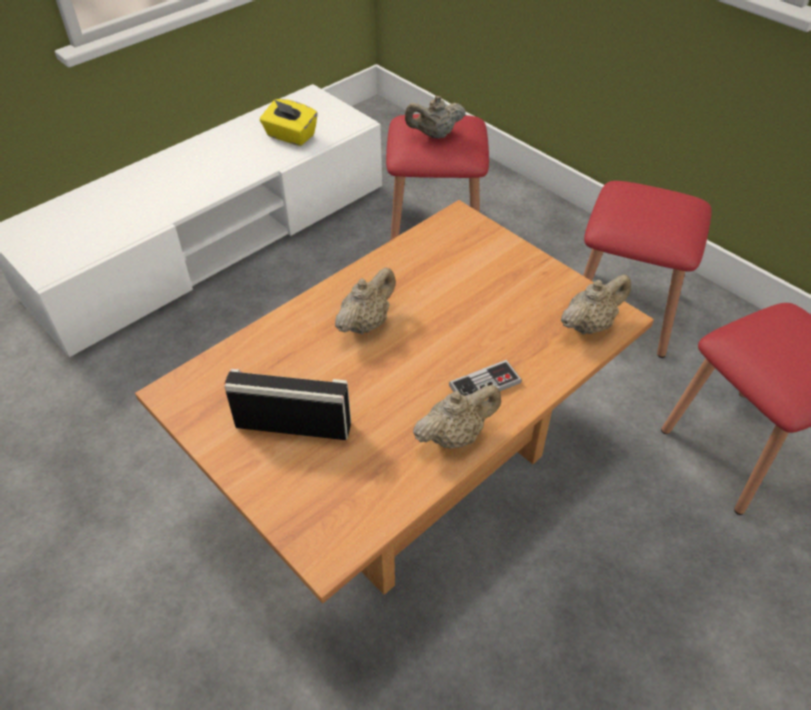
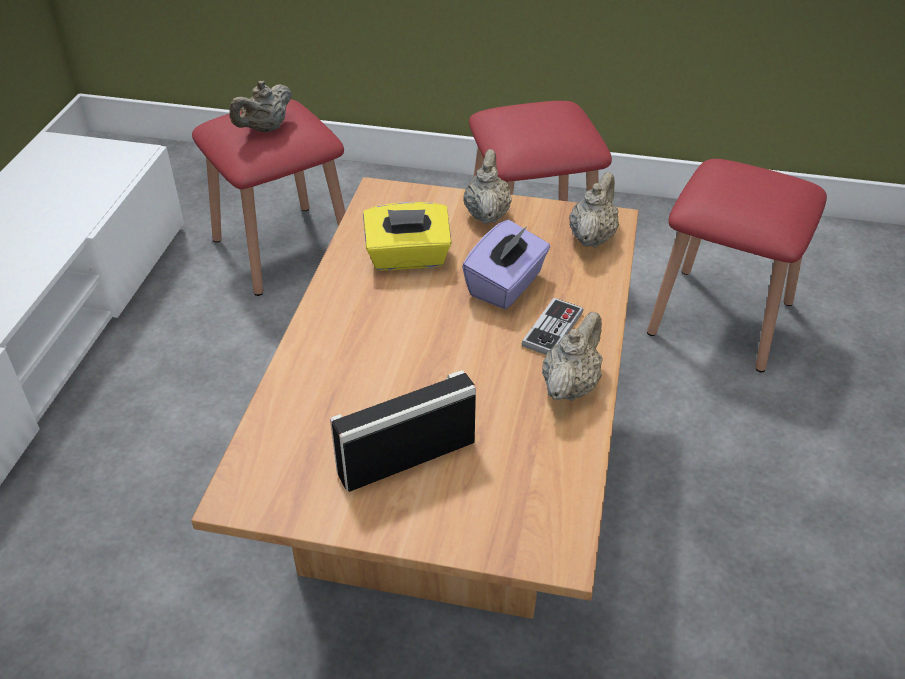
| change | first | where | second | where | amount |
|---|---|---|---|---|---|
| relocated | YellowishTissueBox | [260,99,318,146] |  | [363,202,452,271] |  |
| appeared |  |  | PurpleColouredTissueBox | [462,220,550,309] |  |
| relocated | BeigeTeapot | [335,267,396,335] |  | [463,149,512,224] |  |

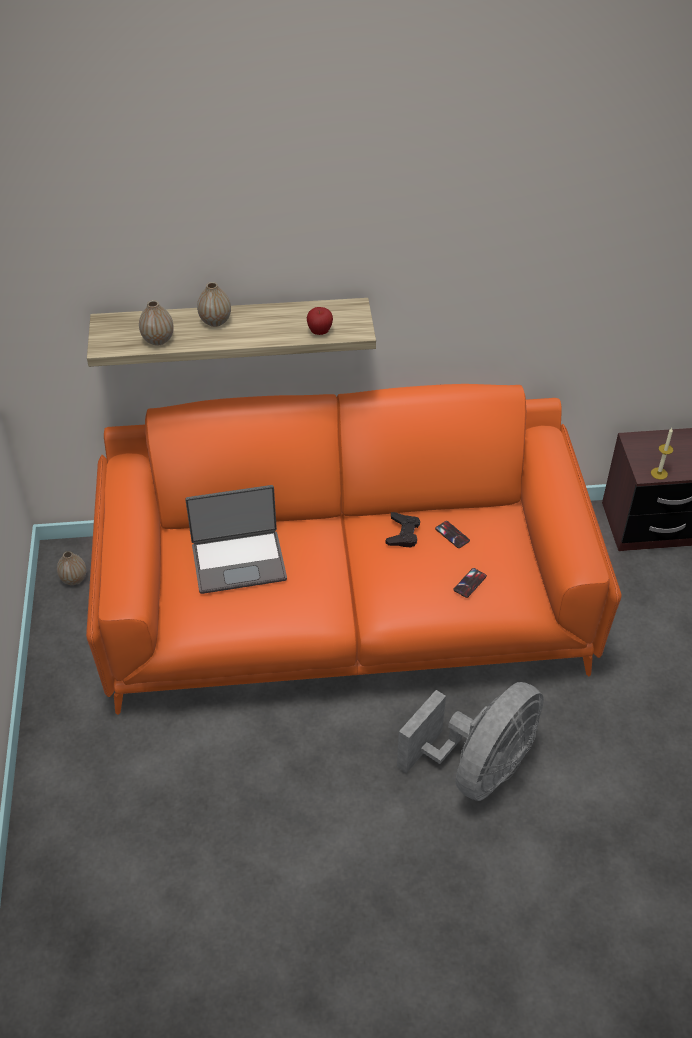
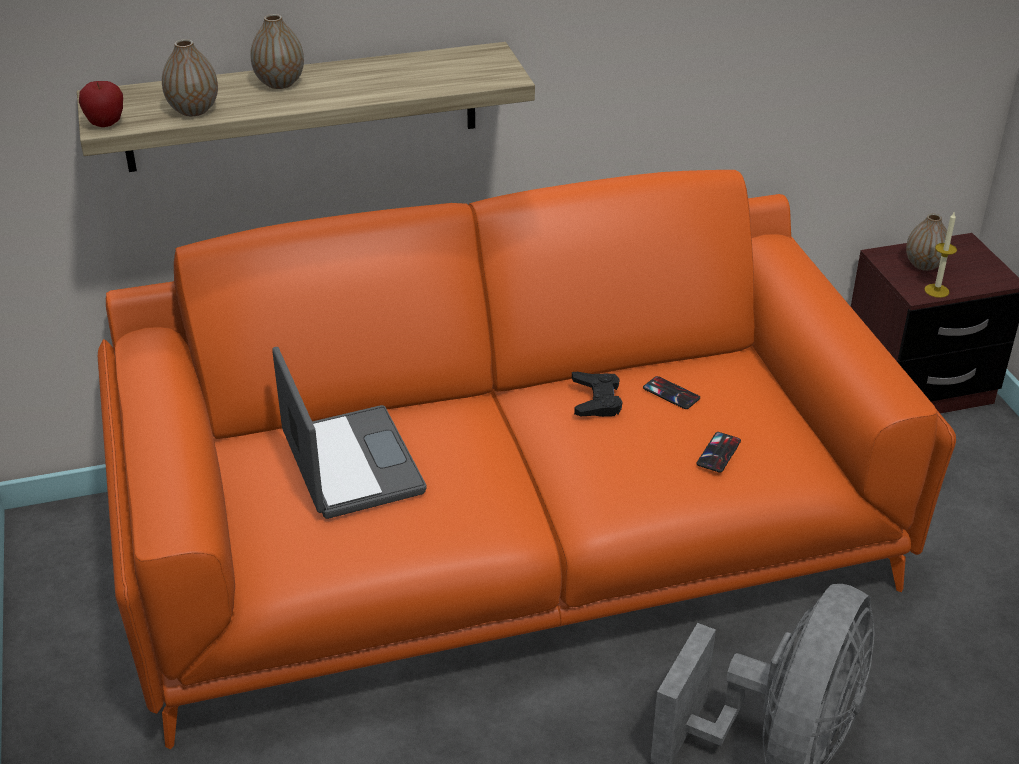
| change | first | where | second | where | amount |
|---|---|---|---|---|---|
| relocated | Apple | [307,307,333,335] |  | [79,81,123,127] |  |
| spun | Laptop | [185,485,287,594] |  | [272,347,427,519] | 90 degrees counterclockwise |
| relocated | FlowerVase | [57,551,86,585] |  | [906,214,951,271] |  |

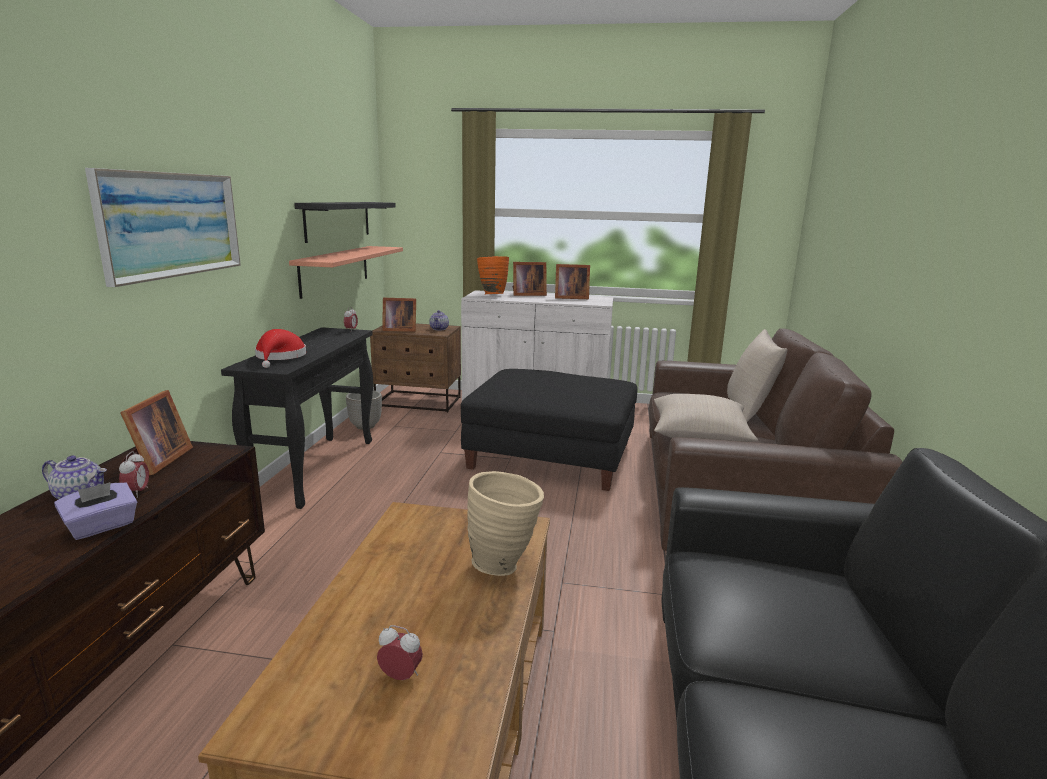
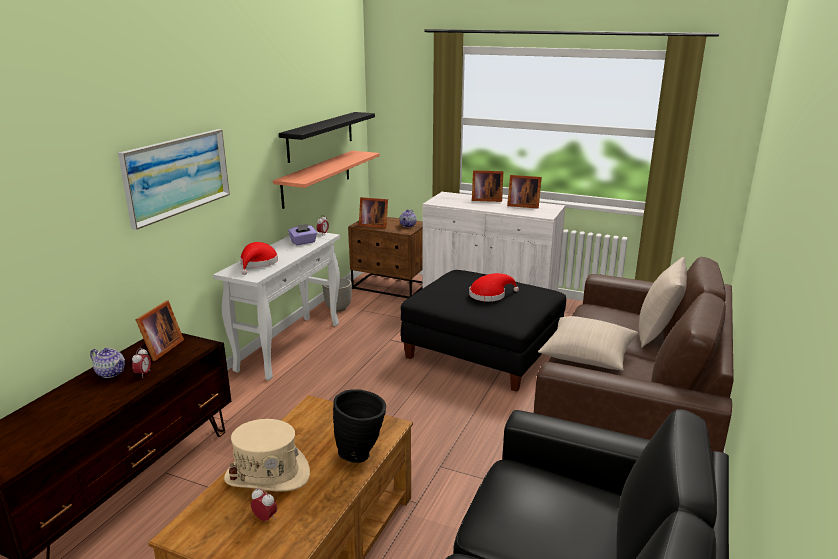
| change | first | where | second | where | amount |
|---|---|---|---|---|---|
| colour | BlackishConsoleTable | [221,327,373,509] | WhiteConsoleTable | [213,231,340,380] |  |
| appeared |  |  | BeigeHat | [224,419,310,492] |  |
| relocated | PurpleColouredTissueBox | [54,482,137,540] |  | [288,224,317,245] |  |
| colour | BeigeFlowerVase | [467,471,544,576] | BlackishFlowerVase | [333,389,386,463] |  |
| appeared |  |  | ReddishHat | [469,273,519,302] |  |
| missing | OrangeFlowerVase | [477,256,509,294] |  |  |  |

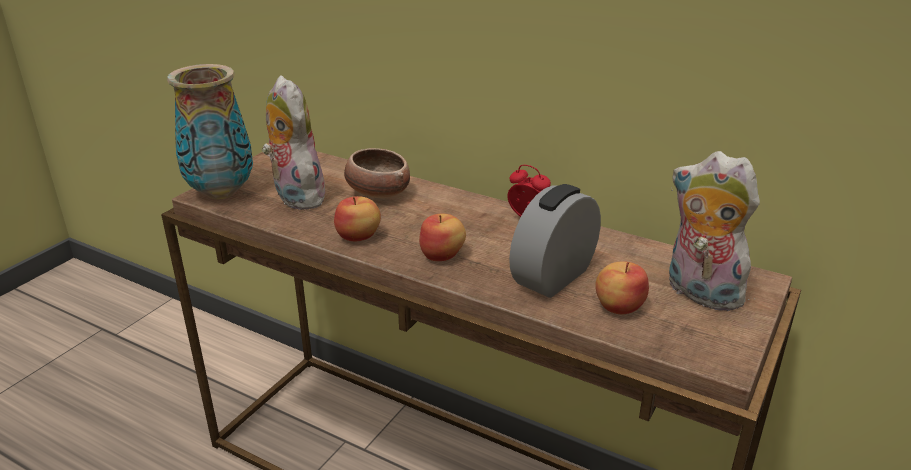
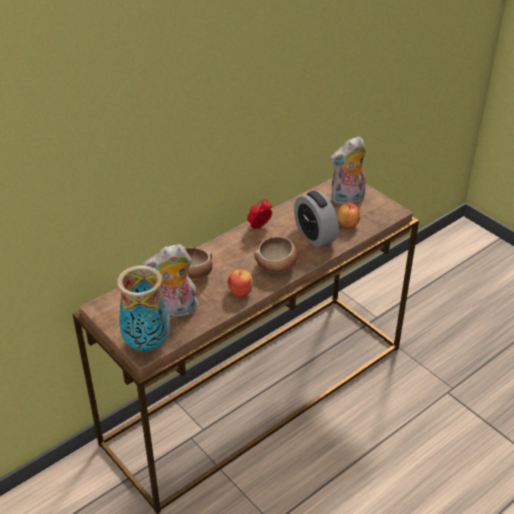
| change | first | where | second | where | amount |
|---|---|---|---|---|---|
| exchanged | Apple | [419,214,466,261] | ServingBowl | [254,236,298,273] |  |

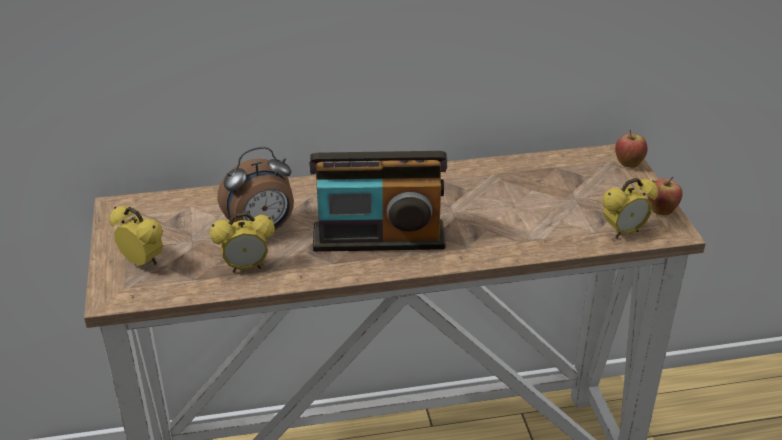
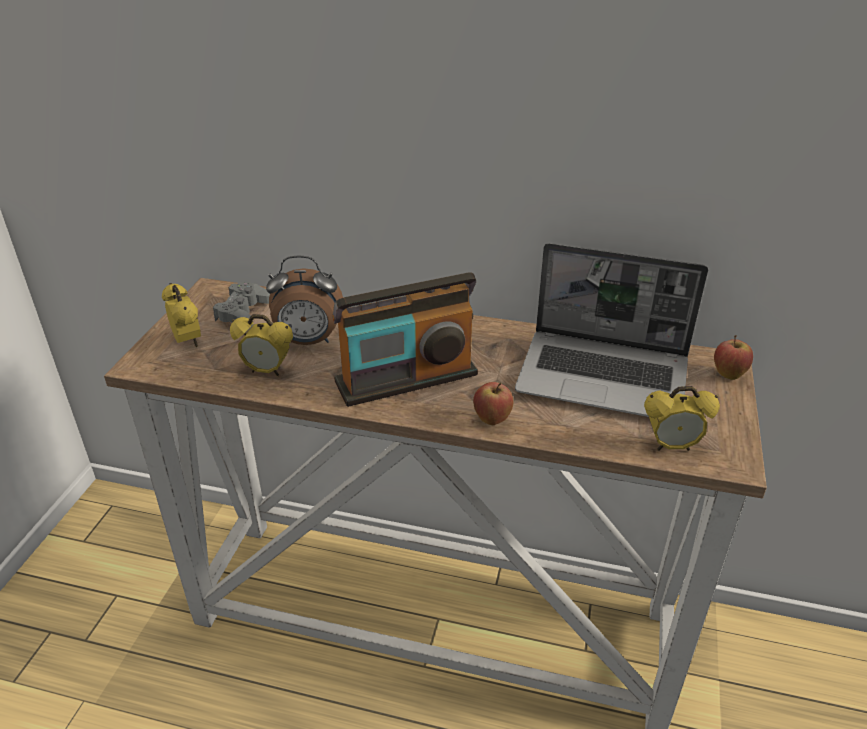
| change | first | where | second | where | amount |
|---|---|---|---|---|---|
| appeared |  |  | GrayGameController | [213,282,270,329] |  |
| spun | RadioSet | [309,151,447,252] |  | [332,272,478,407] | 45 degrees counterclockwise |
| relocated | Apple | [648,177,683,215] |  | [473,382,513,425] |  |
| appeared |  |  | Laptop | [515,243,708,417] |  |

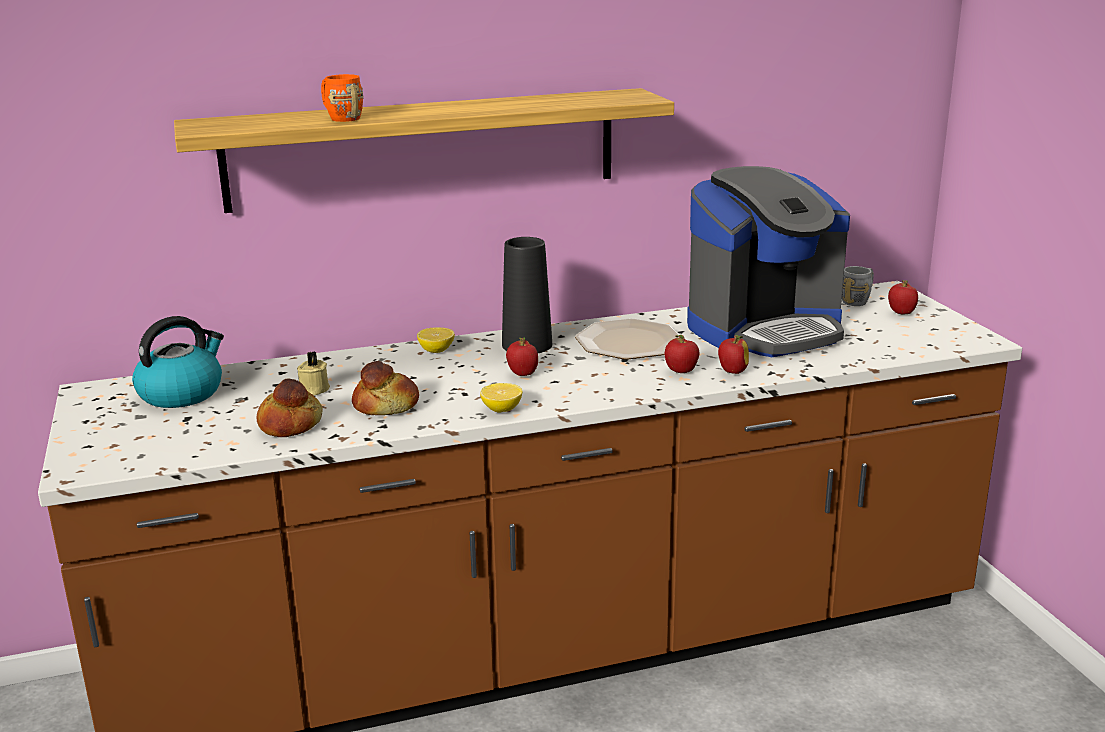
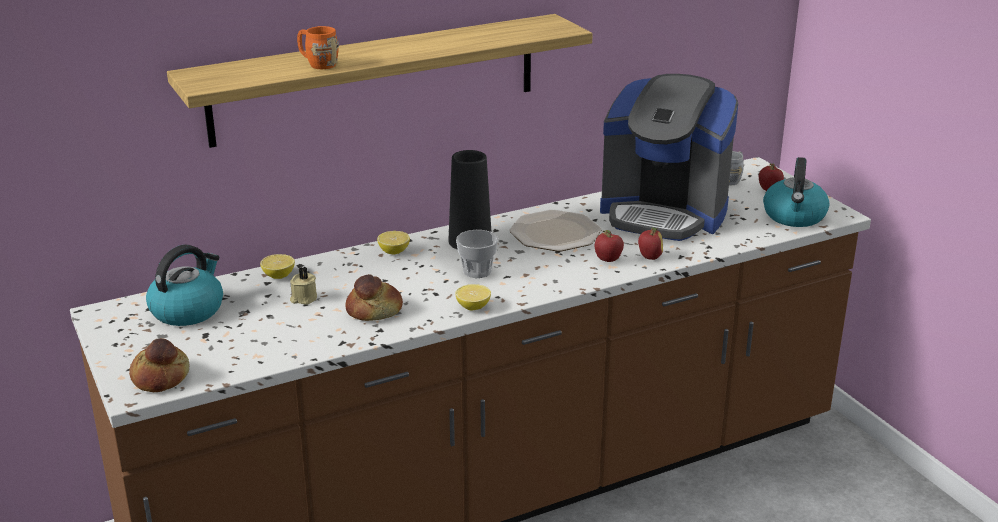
| change | first | where | second | where | amount |
|---|---|---|---|---|---|
| relocated | Bread | [257,378,323,437] |  | [129,338,190,392] |  |
| appeared |  |  | WholeLemon | [260,254,295,279] |  |
| exchanged | Apple | [506,337,538,376] | SmallCup | [456,230,498,278] |  |
| spun | CoffeeMaker | [687,166,850,357] |  | [600,74,738,241] | 60 degrees clockwise |
| appeared |  |  | Kettle | [763,157,830,227] |  |

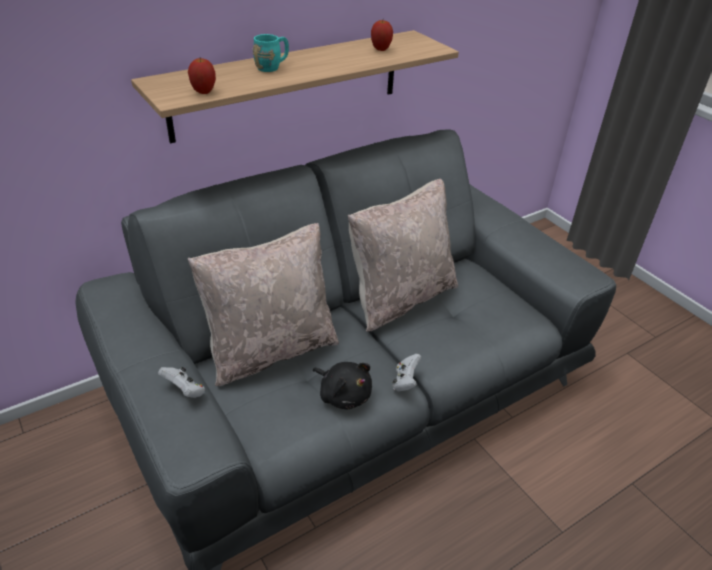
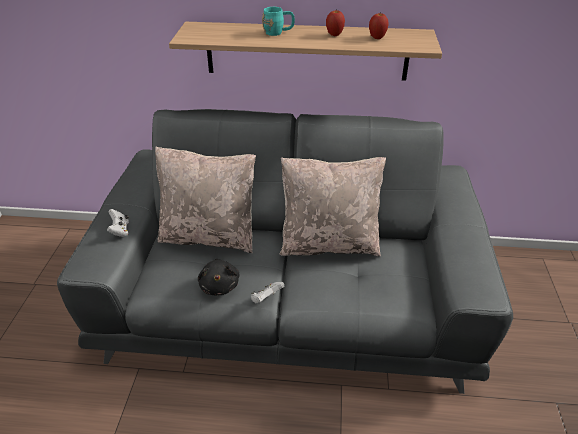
| change | first | where | second | where | amount |
|---|---|---|---|---|---|
| relocated | Apple | [188,58,216,94] |  | [326,10,345,36] |  |

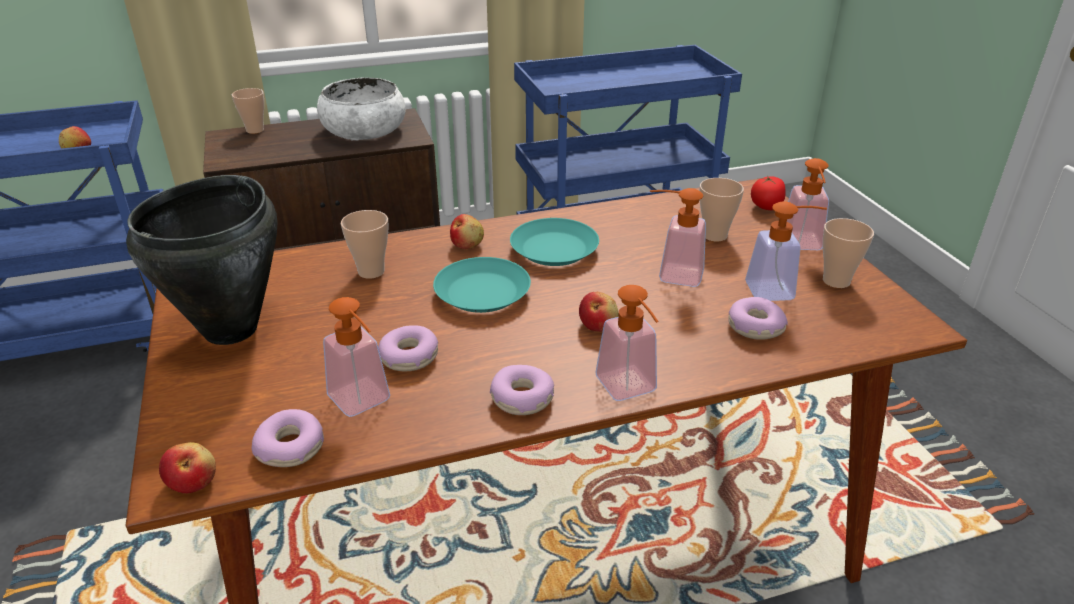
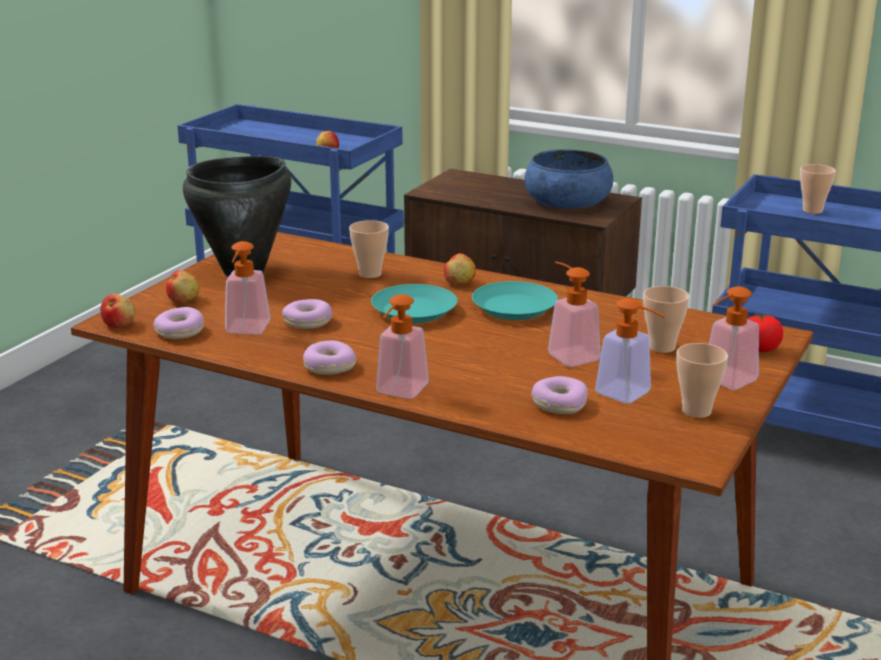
| change | first | where | second | where | amount |
|---|---|---|---|---|---|
| relocated | Apple | [579,292,619,332] |  | [166,270,199,303] |  |
| colour | WhiteServingBowl | [317,77,406,141] | BlueColouredServingBowl | [524,149,613,209] |  |
| relocated | SmallCup | [232,88,264,134] |  | [800,164,836,214] |  |

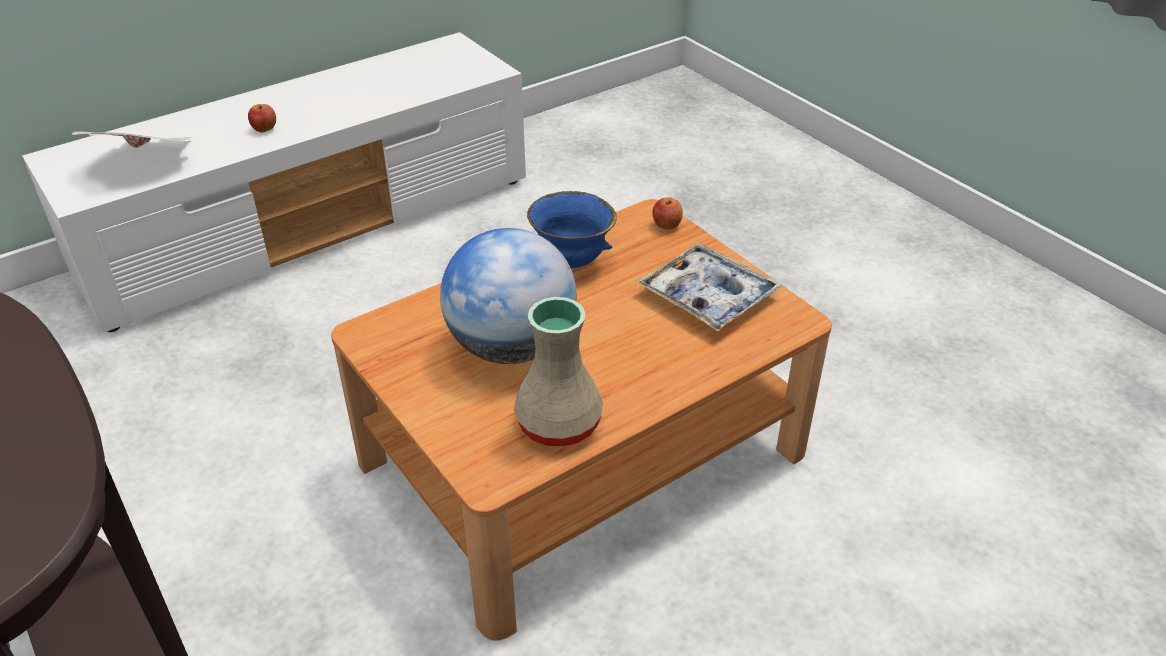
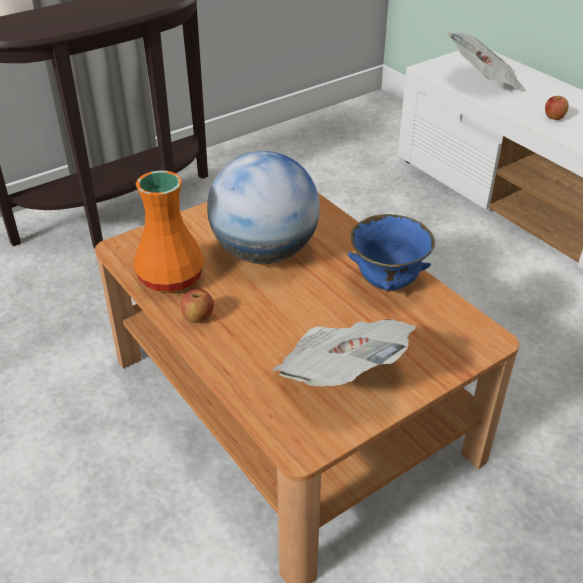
| change | first | where | second | where | amount |
|---|---|---|---|---|---|
| colour | BeigeFlowerVase | [514,297,603,447] | OrangeFlowerVase | [133,170,205,293] |  |
| relocated | Apple | [652,197,683,230] |  | [181,289,214,323] |  |
| exchanged | Tray | [636,244,782,331] | PrintedPaper | [273,319,416,387] |  |

